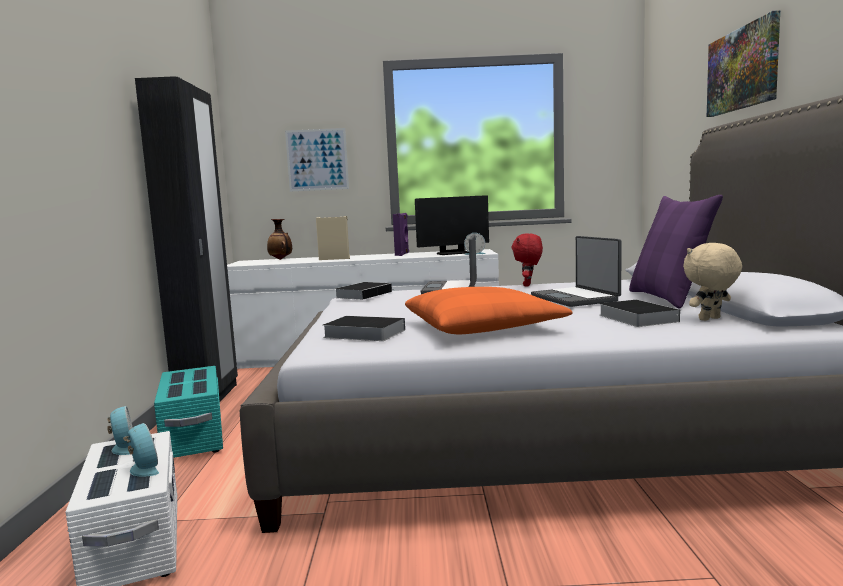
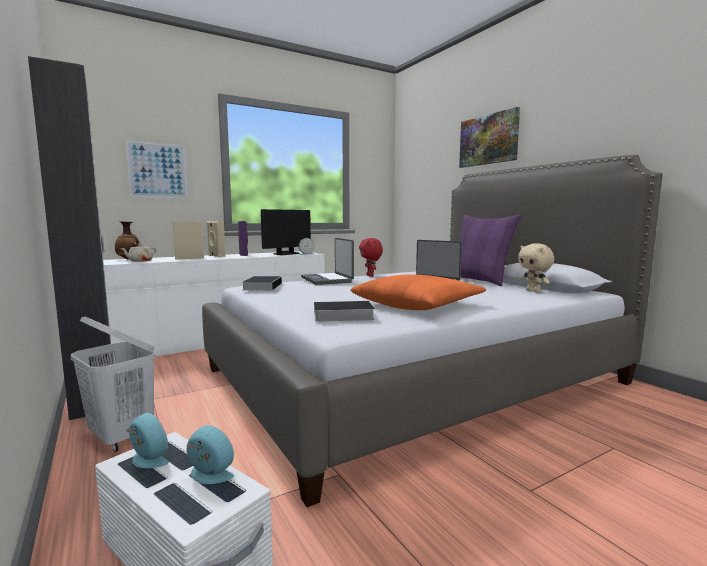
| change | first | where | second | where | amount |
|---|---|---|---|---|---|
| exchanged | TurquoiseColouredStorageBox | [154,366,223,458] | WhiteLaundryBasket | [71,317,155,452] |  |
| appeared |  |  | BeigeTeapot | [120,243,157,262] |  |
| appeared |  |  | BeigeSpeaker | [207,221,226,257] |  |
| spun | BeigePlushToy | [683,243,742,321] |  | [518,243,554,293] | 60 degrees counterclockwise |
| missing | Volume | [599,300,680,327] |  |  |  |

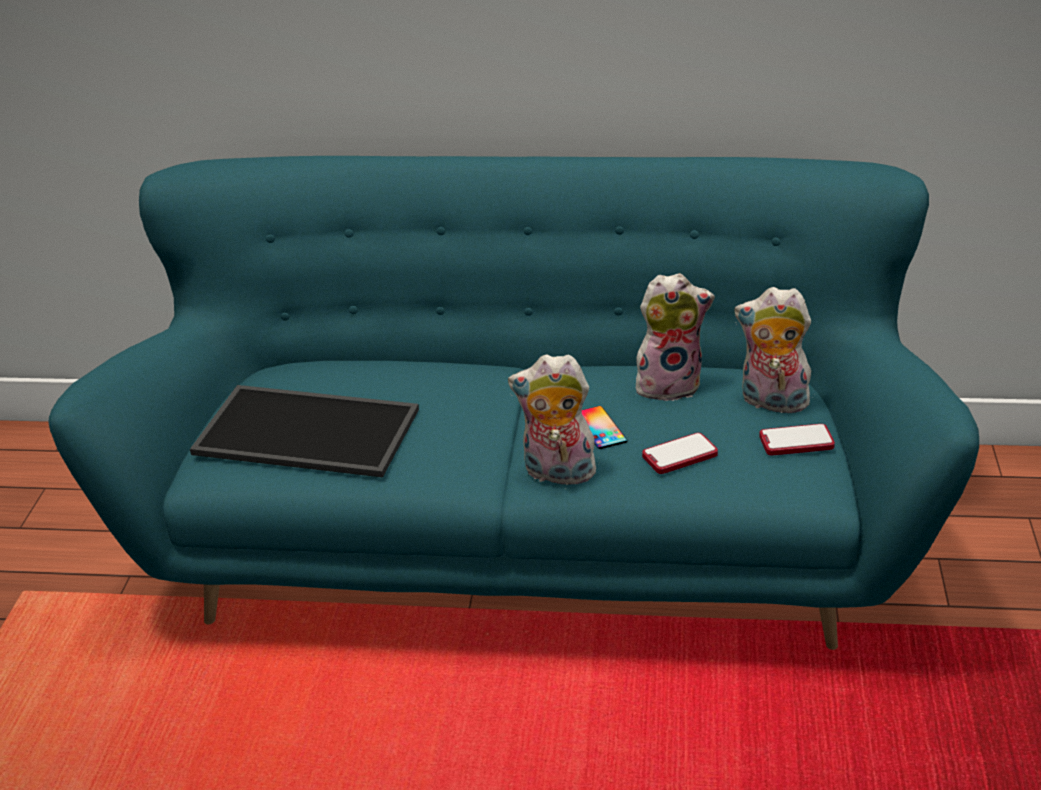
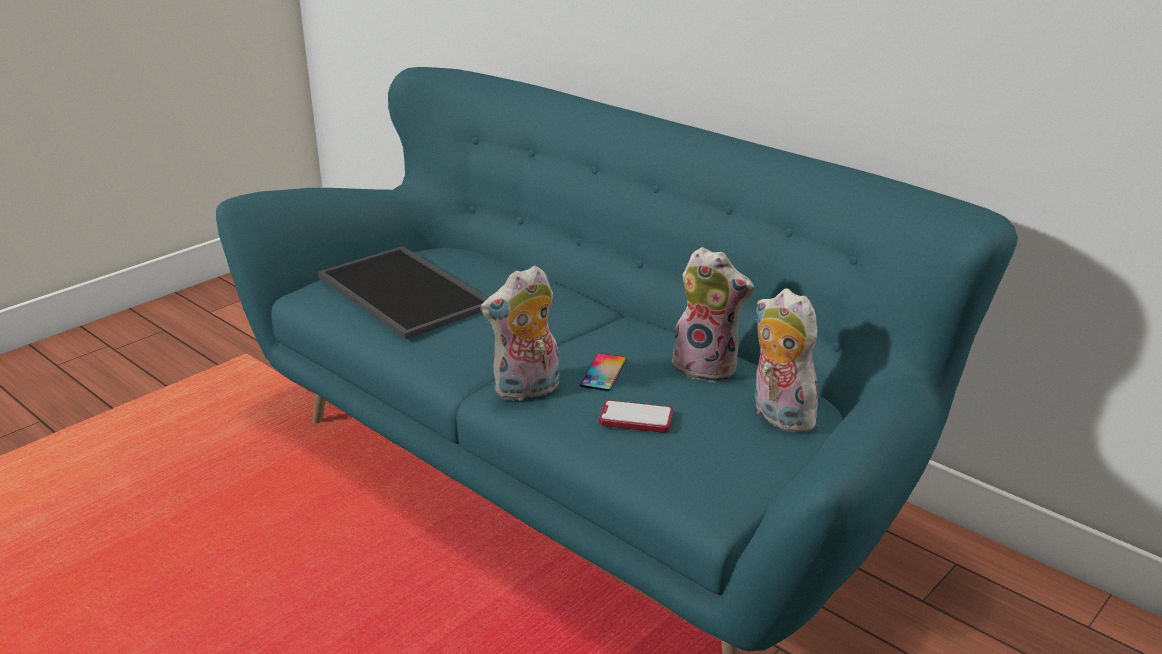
| change | first | where | second | where | amount |
|---|---|---|---|---|---|
| spun | PlushToy | [508,354,599,489] |  | [481,266,559,401] | 75 degrees counterclockwise |
| missing | Phone | [759,424,835,455] |  |  |  |

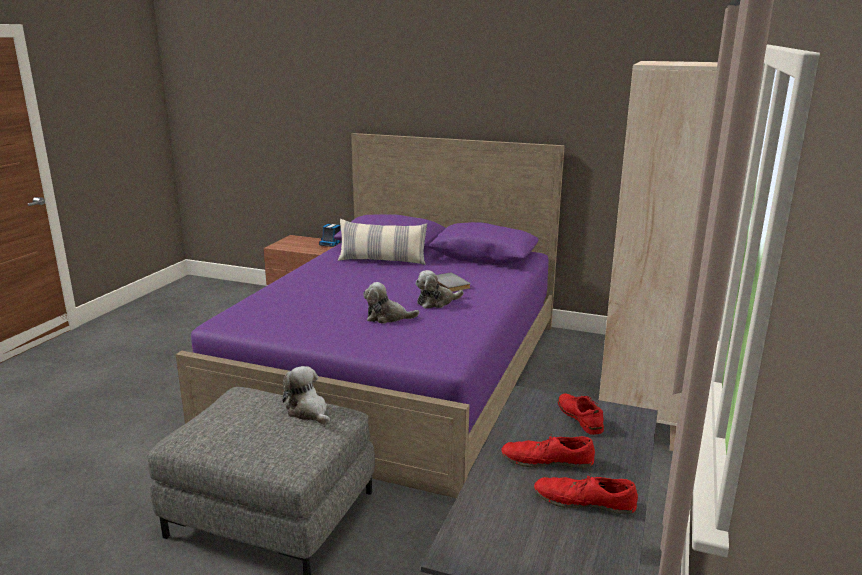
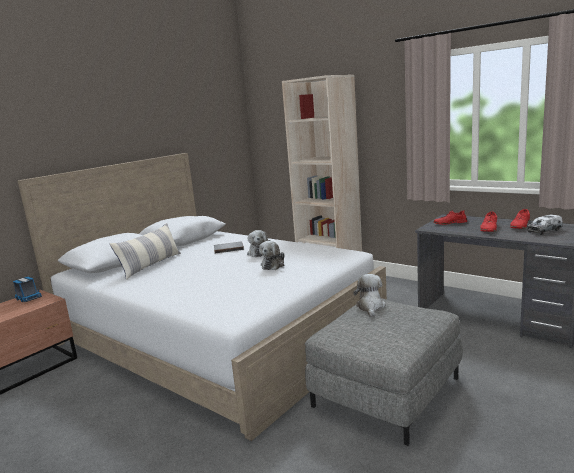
| change | first | where | second | where | amount |
|---|---|---|---|---|---|
| colour | PurpleColouredSleepingBed | [176,133,565,498] | WhiteSleepingBed | [18,153,387,441] |  |
| spun | PlushToy | [282,366,330,425] |  | [353,274,386,317] | 120 degrees clockwise |
| appeared |  |  | ModelTruck | [527,214,563,235] |  |

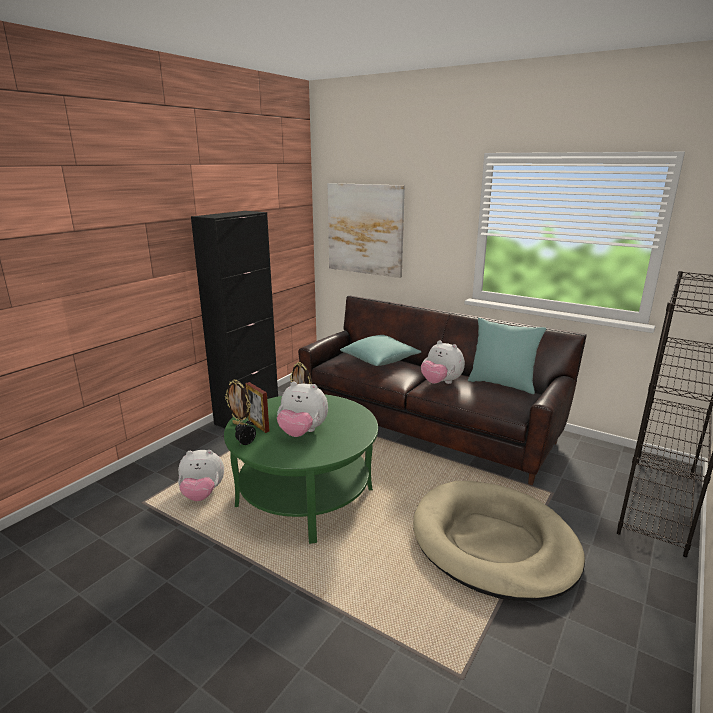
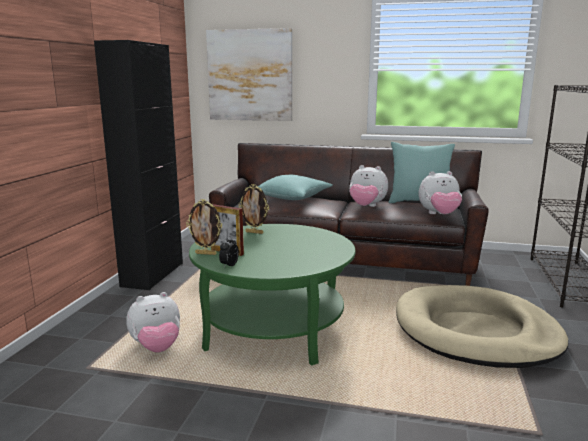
| change | first | where | second | where | amount |
|---|---|---|---|---|---|
| relocated | PlushToy | [277,381,328,437] |  | [419,171,462,214] |  |

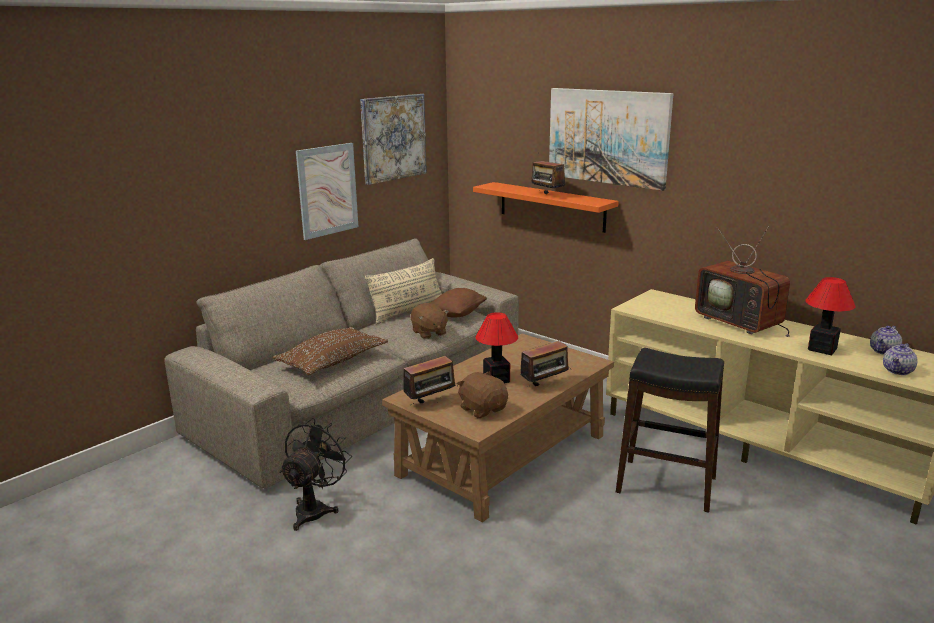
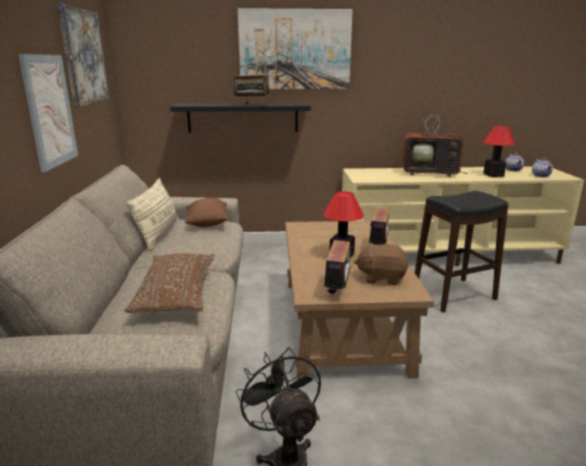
| change | first | where | second | where | amount |
|---|---|---|---|---|---|
| colour | OrangeWallShelf | [473,182,619,233] | BlackishWallShelf | [170,103,311,133] |  |
| missing | BrownPlushToy | [411,303,449,339] |  |  |  |

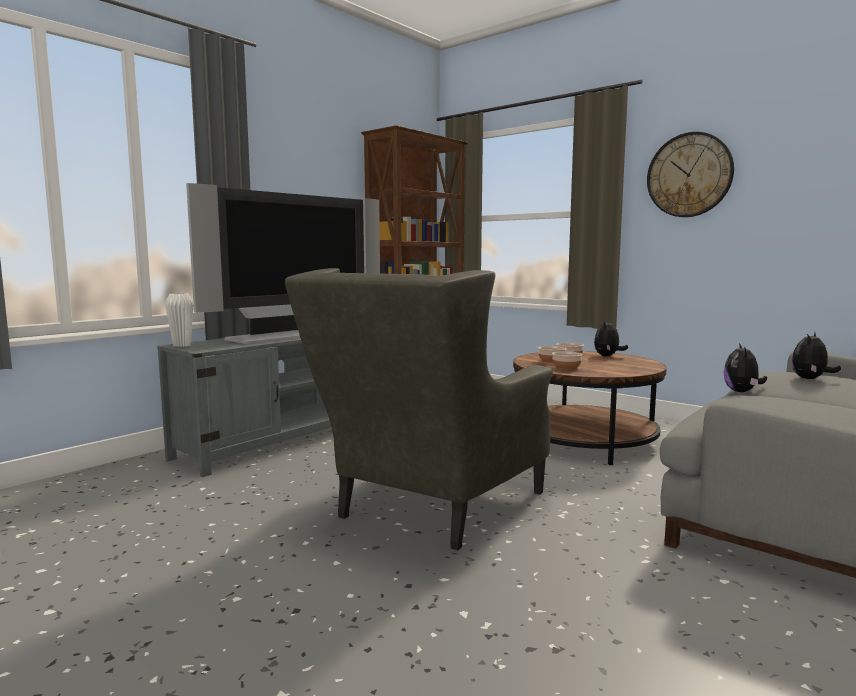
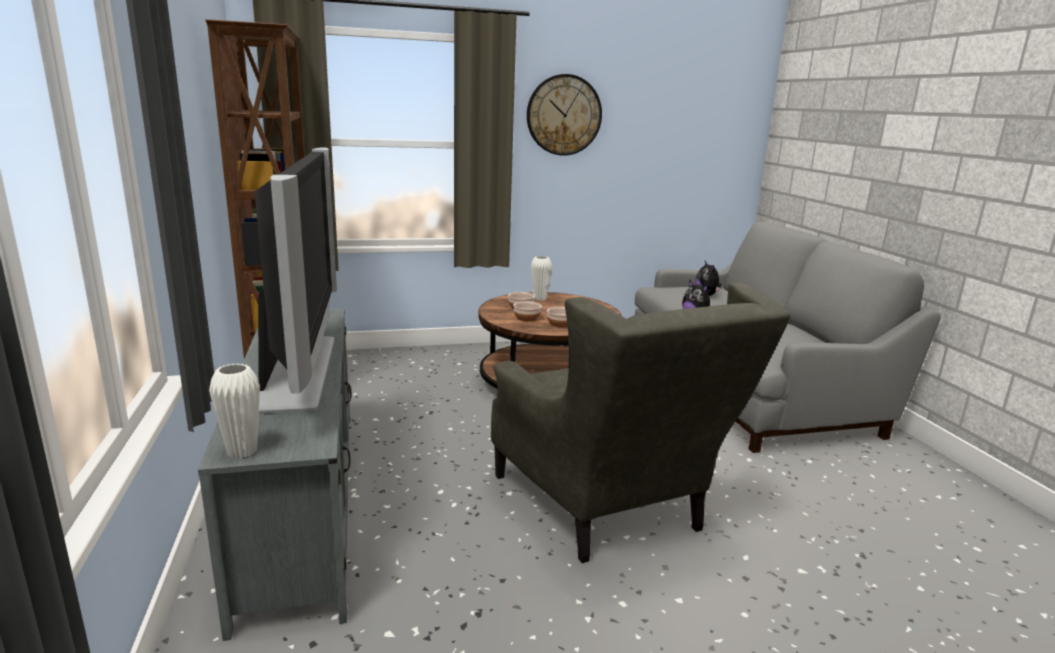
| change | first | where | second | where | amount |
|---|---|---|---|---|---|
| exchanged | PlushToy | [594,320,628,356] | WhiteFlowerVase | [531,256,552,301] |  |

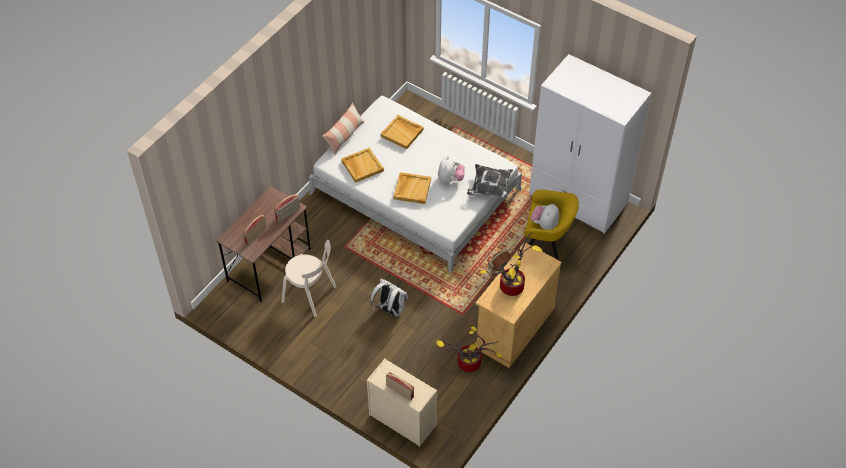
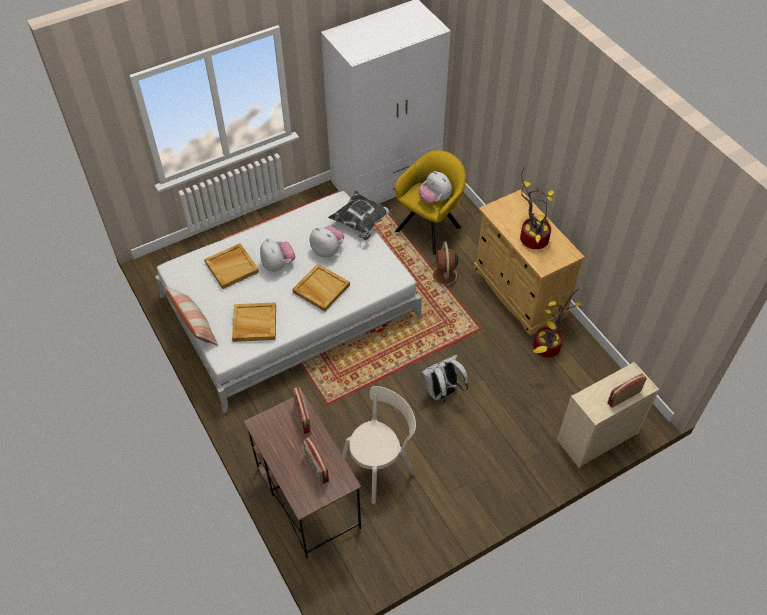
| change | first | where | second | where | amount |
|---|---|---|---|---|---|
| appeared |  |  | PlushToy | [260,238,295,271] |  |

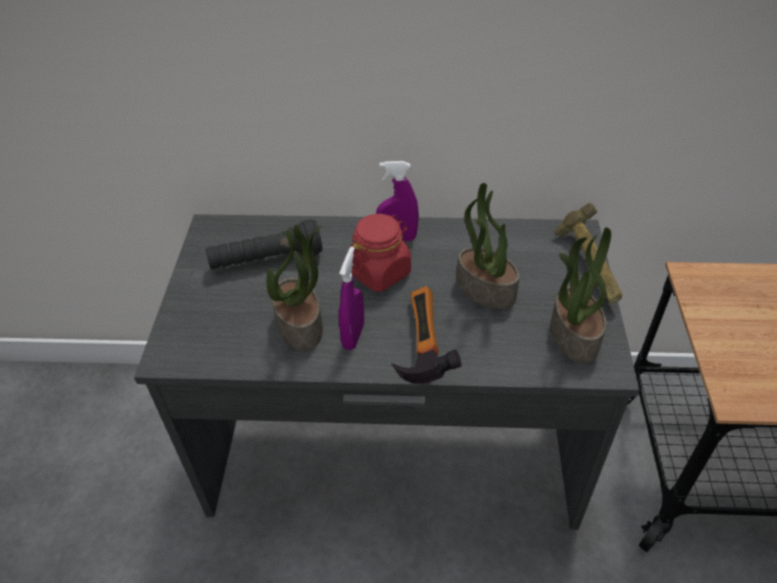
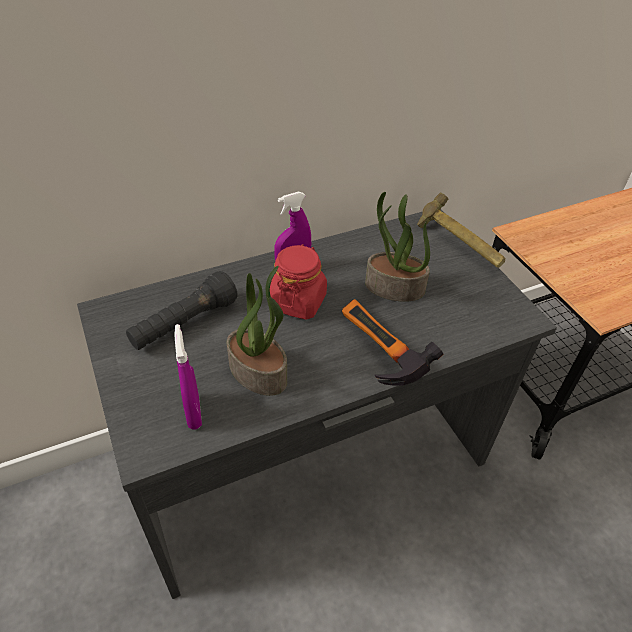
| change | first | where | second | where | amount |
|---|---|---|---|---|---|
| relocated | PurpleColouredSprayBottle | [339,246,364,350] |  | [174,324,202,429] |  |
| missing | PlantInAPot | [551,227,611,363] |  |  |  |

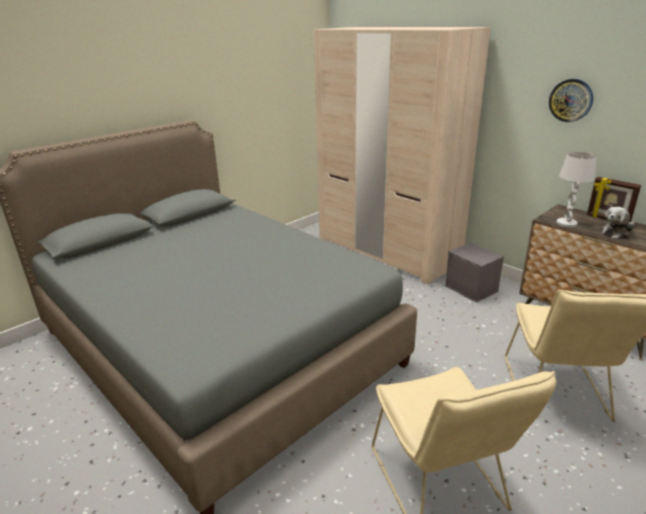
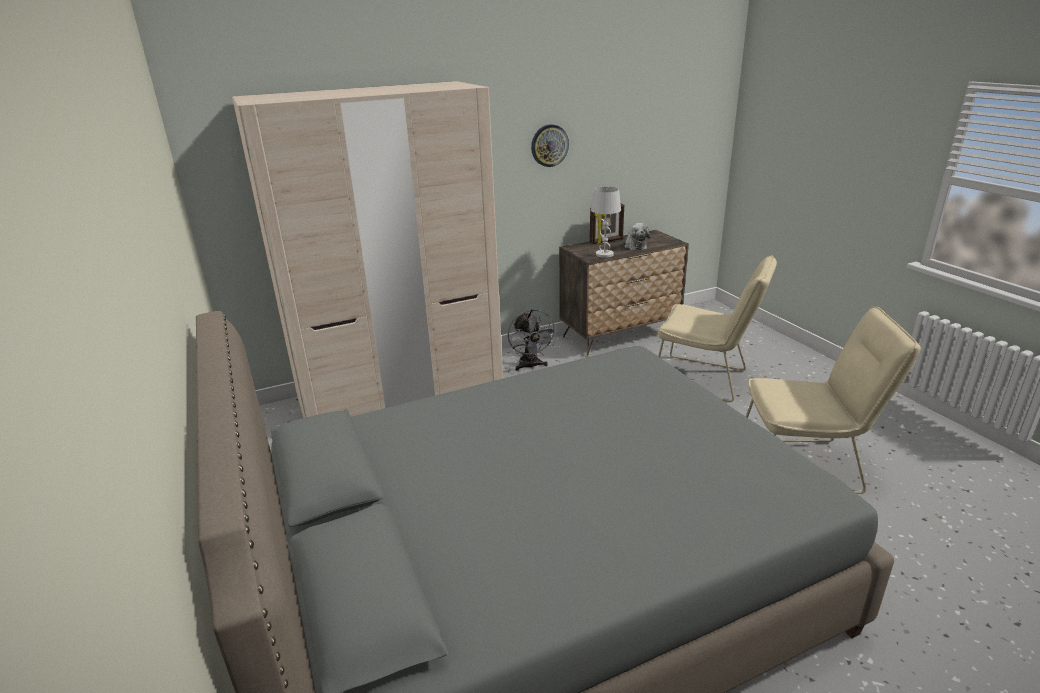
| change | first | where | second | where | amount |
|---|---|---|---|---|---|
| exchanged | GrayStorageBox | [445,243,504,303] | GrayElectricFan | [508,309,557,371] |  |

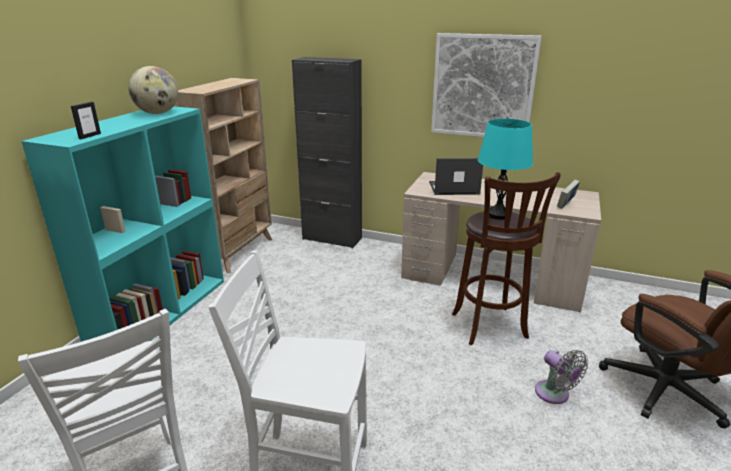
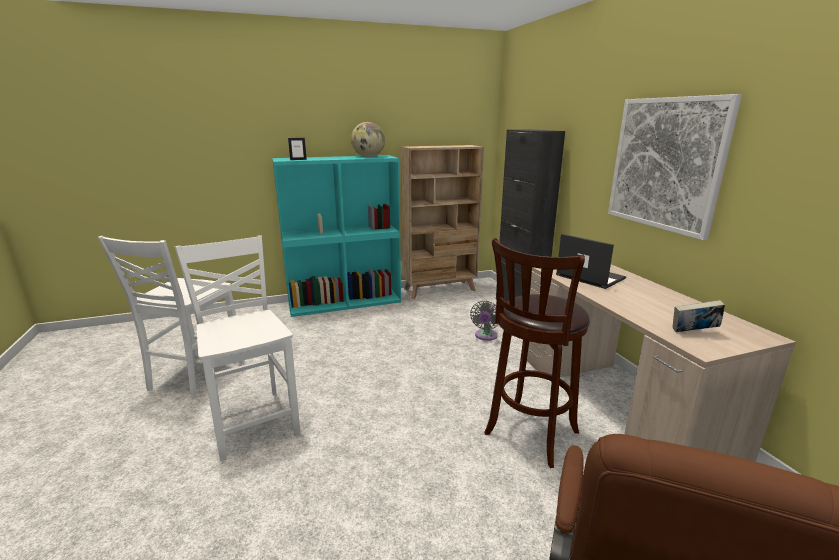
| change | first | where | second | where | amount |
|---|---|---|---|---|---|
| relocated | GrayElectricFan | [535,350,588,404] |  | [470,301,499,341] |  |
| missing | TurquoiseColouredTableLamp | [478,119,533,220] |  |  |  |

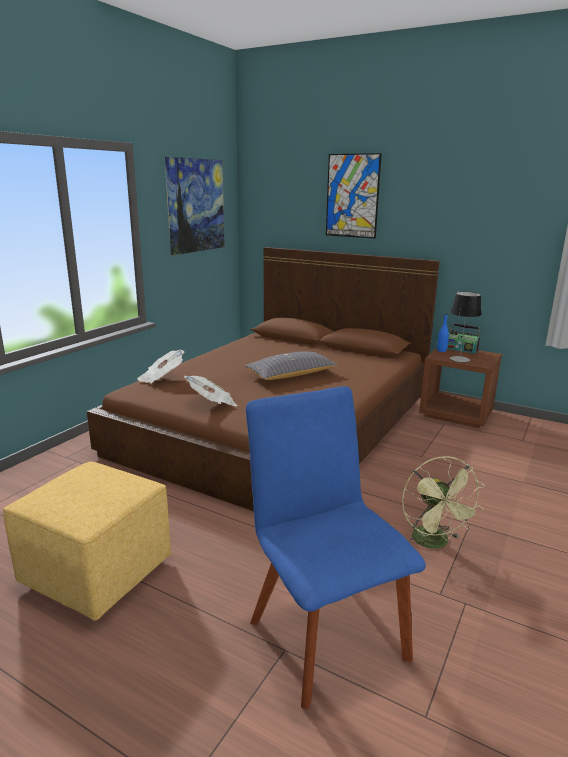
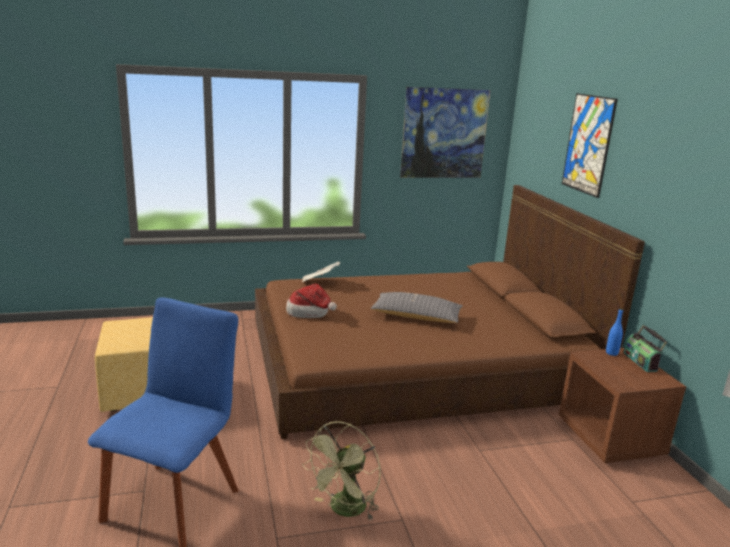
| change | first | where | second | where | amount |
|---|---|---|---|---|---|
| exchanged | PrintedPaper | [184,376,237,406] | Hat | [286,283,337,318] |  |
| missing | TableLamp | [450,291,482,362] |  |  |  |

